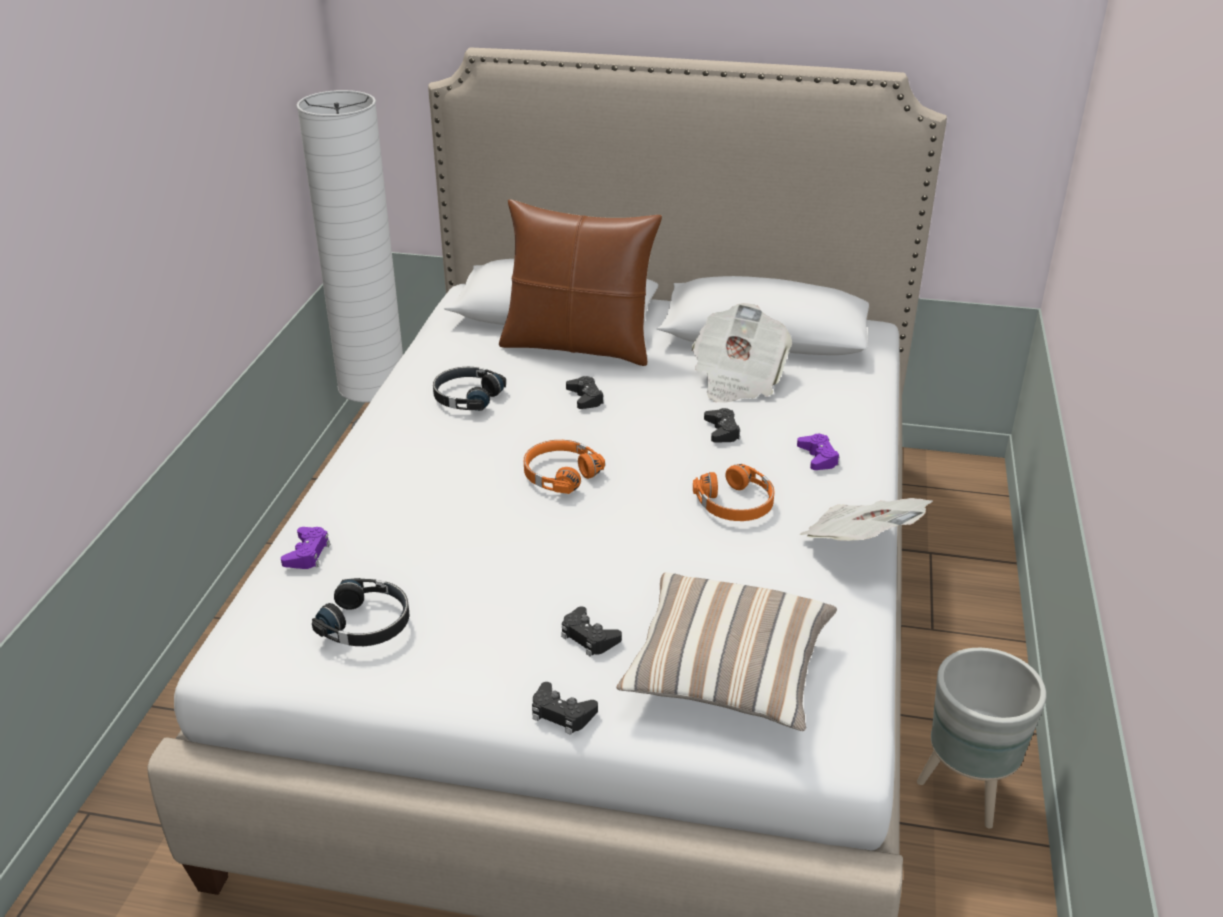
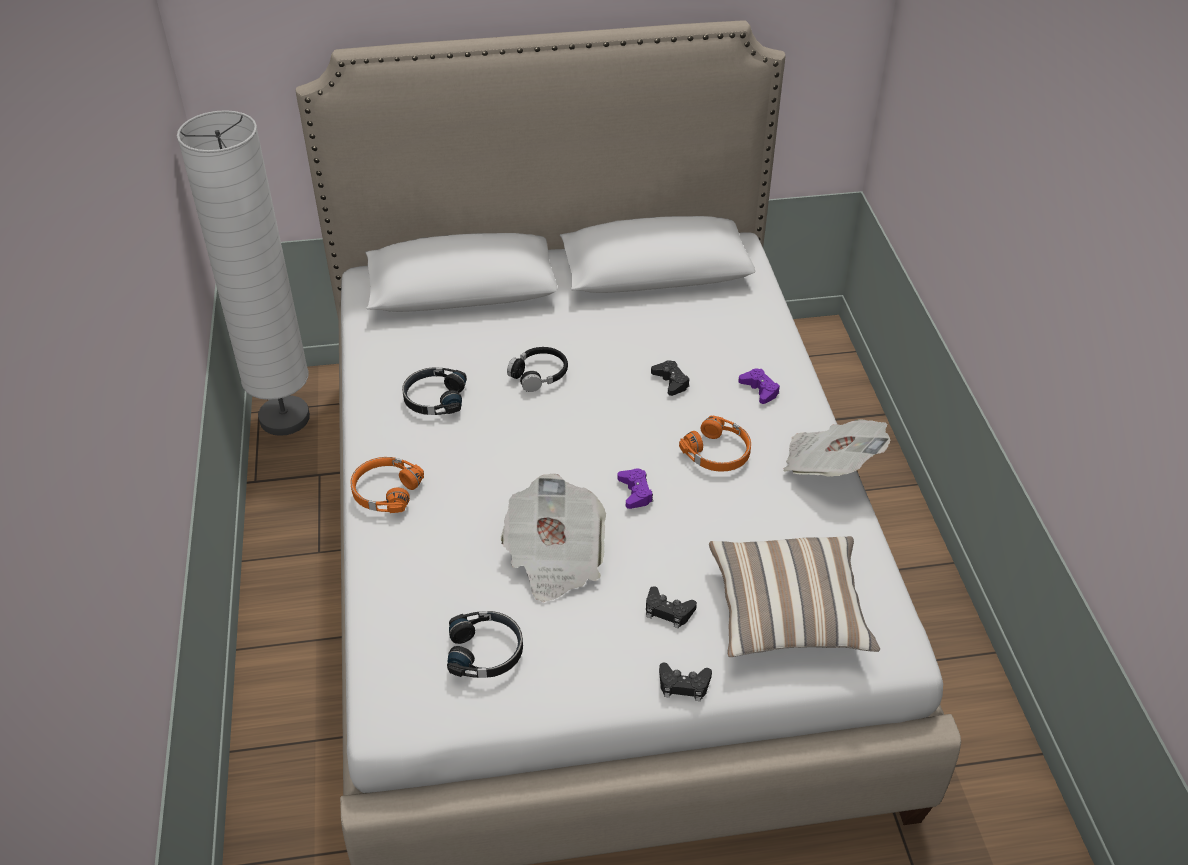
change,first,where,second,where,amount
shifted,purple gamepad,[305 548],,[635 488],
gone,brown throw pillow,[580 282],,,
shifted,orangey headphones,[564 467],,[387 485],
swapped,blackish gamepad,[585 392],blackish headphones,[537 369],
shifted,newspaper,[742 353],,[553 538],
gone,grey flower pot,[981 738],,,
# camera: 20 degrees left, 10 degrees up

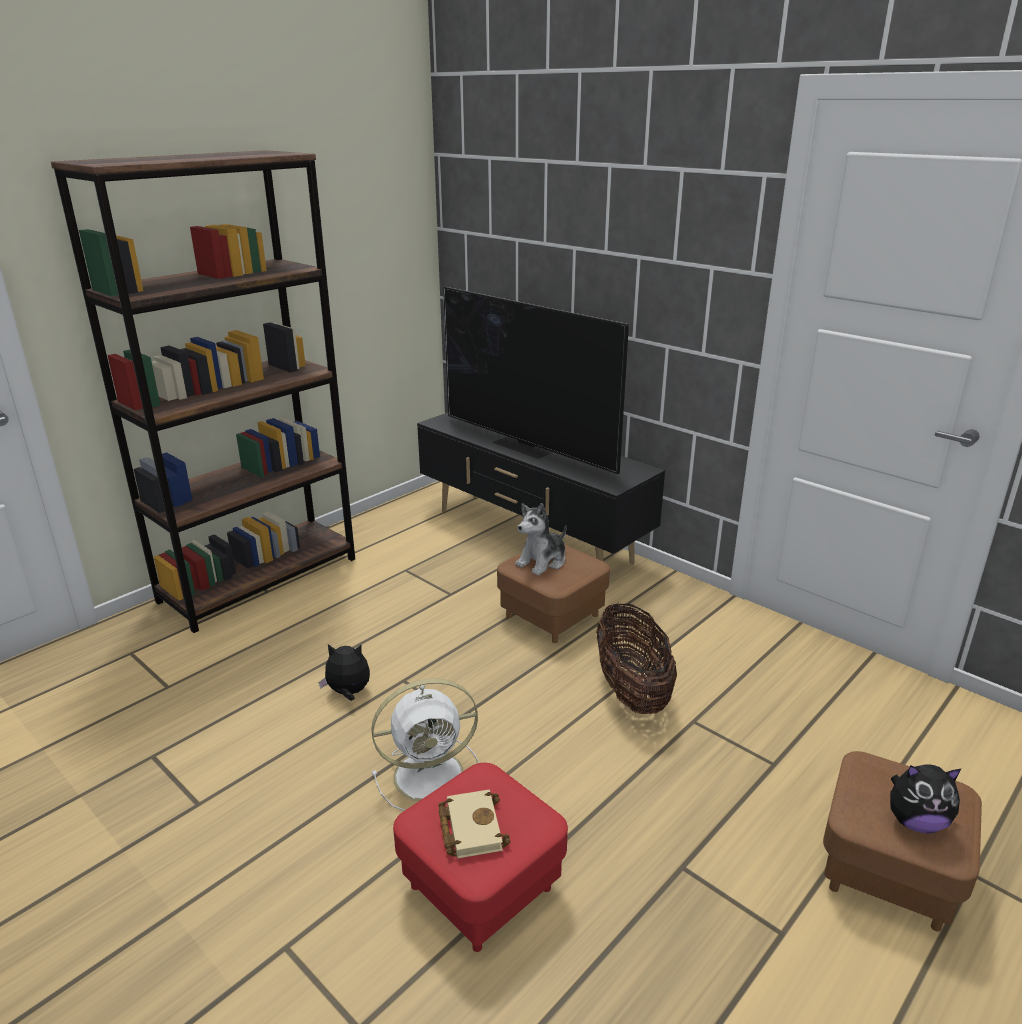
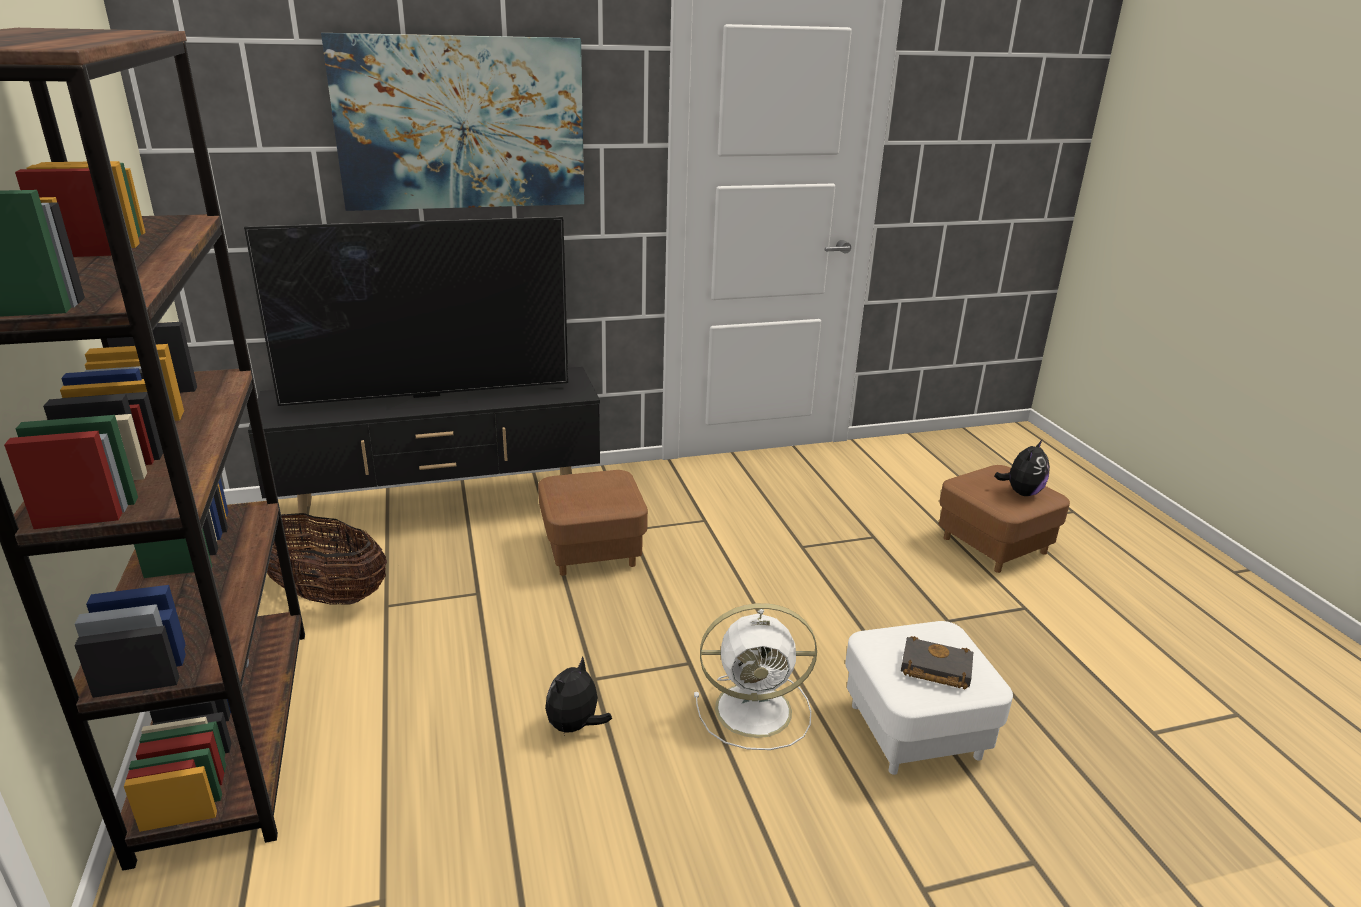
change,first,where,second,where,amount
rotated,white-coloured cooling fan,[425 745],,[755 676],75 degrees clockwise
repainted,red-coloured pouffe,[480 857],white-coloured pouffe,[929 698],
repainted,beige volume,[474 824],blackish volume,[937 662],
gone,plush toy,[540 539],,,
shifted,household basket,[636 658],,[327 559],
new,,,wall art,[452 122],
# camera: 60 degrees left, 0 degrees up

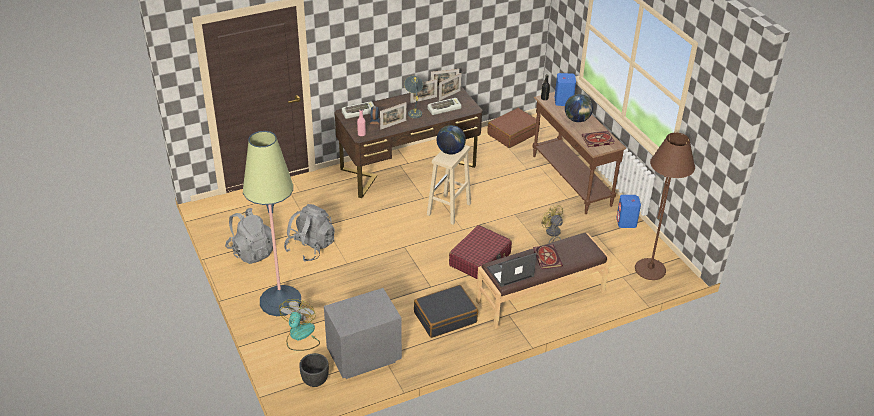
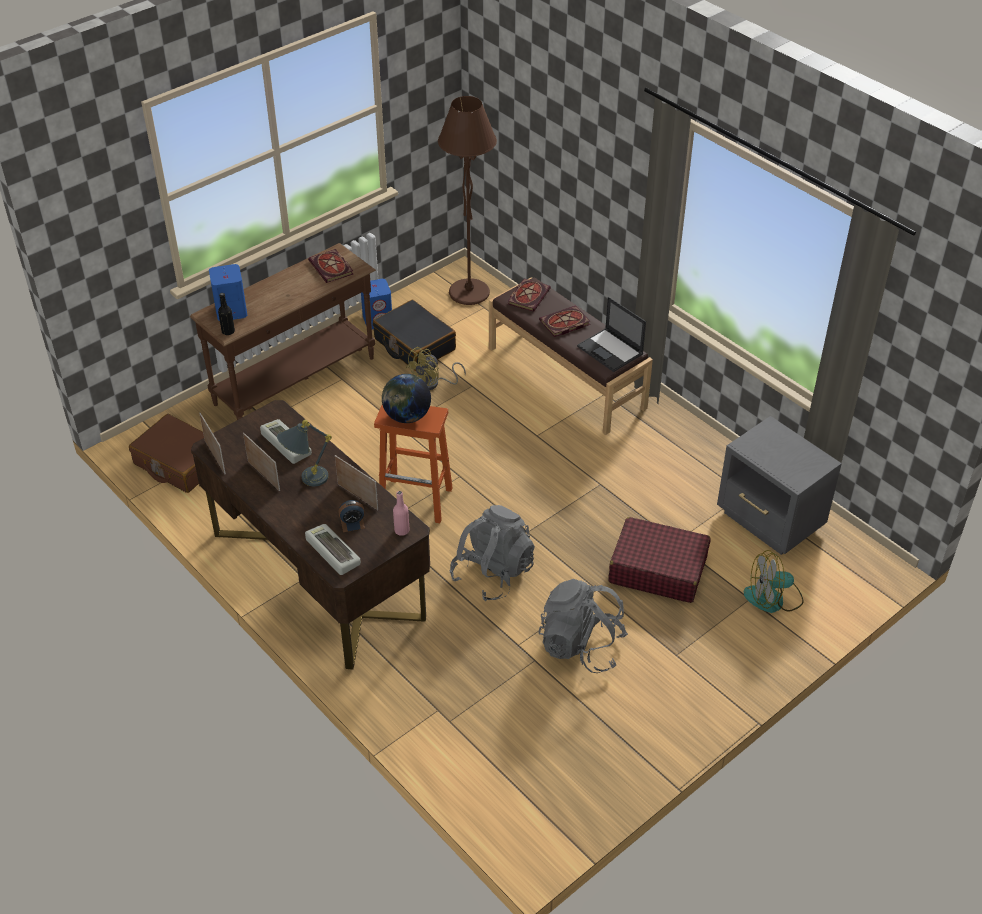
change,first,where,second,where,amount
shifted,grey backpack,[249 236],,[492 553],
gone,standard lamp,[272 223],,,
gone,blackish flower pot,[314 370],,,
shifted,blackish travel case,[446 311],,[414 335],
repainted,beige stool,[449 185],orangey stool,[413 464],
gone,photo frame,[450 87],,,
shifted,red-coloured travel case,[480 253],,[659 560],
gone,world globe,[579 108],,,
new,,,volume,[529 295],
# camera: 105 degrees left, 5 degrees up

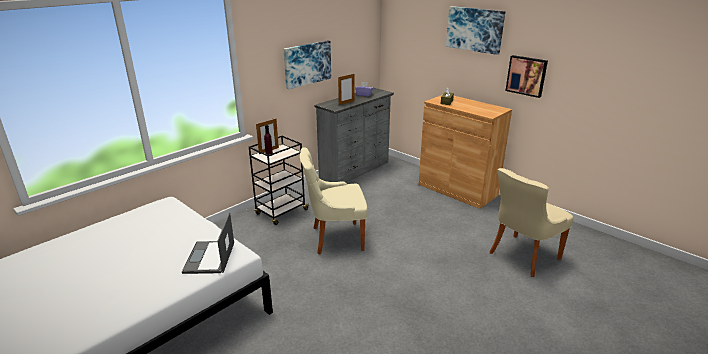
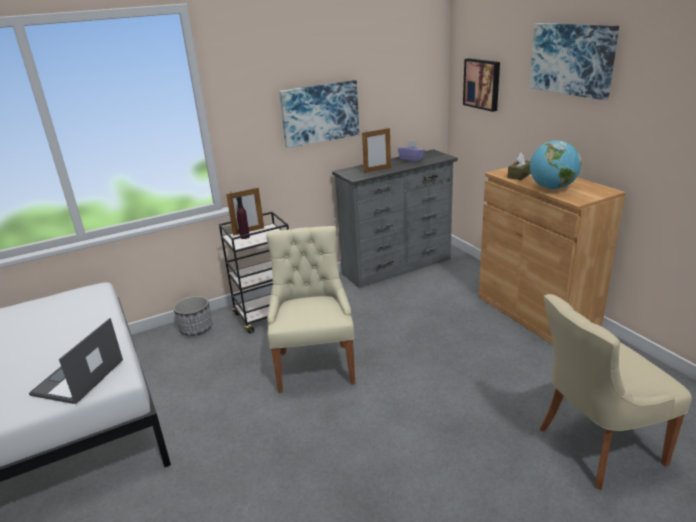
change,first,where,second,where,amount
rotated,beige chair,[334 201],,[310 309],75 degrees clockwise
shifted,wall art,[526 76],,[481 85],
new,,,flower pot,[192 316],
new,,,world globe,[555 165],
# camera: 20 degrees right, 0 degrees up

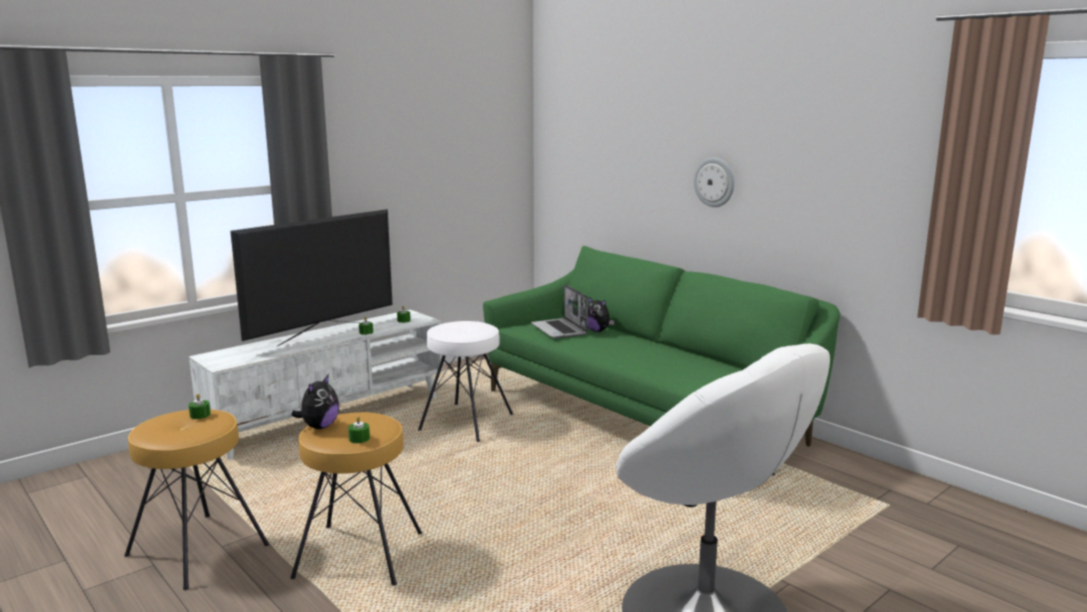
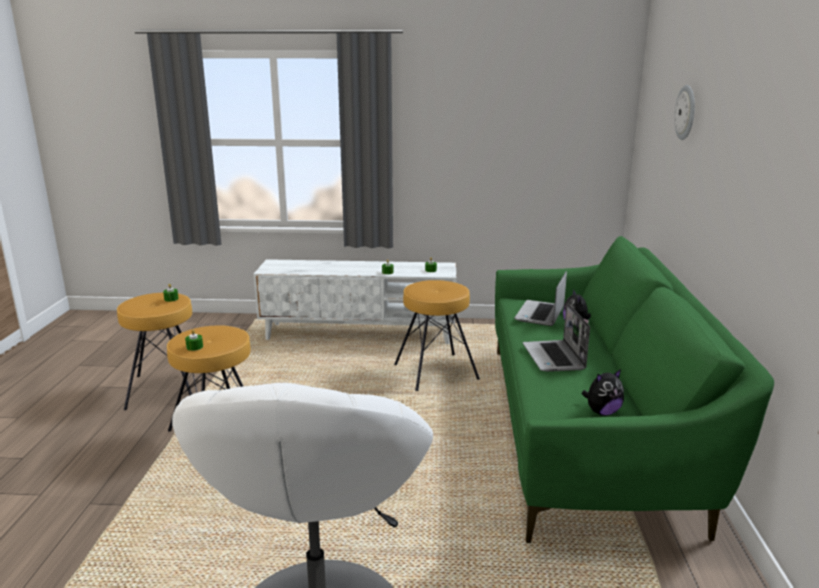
change,first,where,second,where,amount
gone,TV set,[311 278],,,
shifted,plush toy,[315 401],,[603 392],
repainted,white-coloured stool,[465 381],brown stool,[437 335],
shifted,wall clock,[714 182],,[684 112],
new,,,notebook computer,[556 337],
# camera: 45 degrees right, 5 degrees up

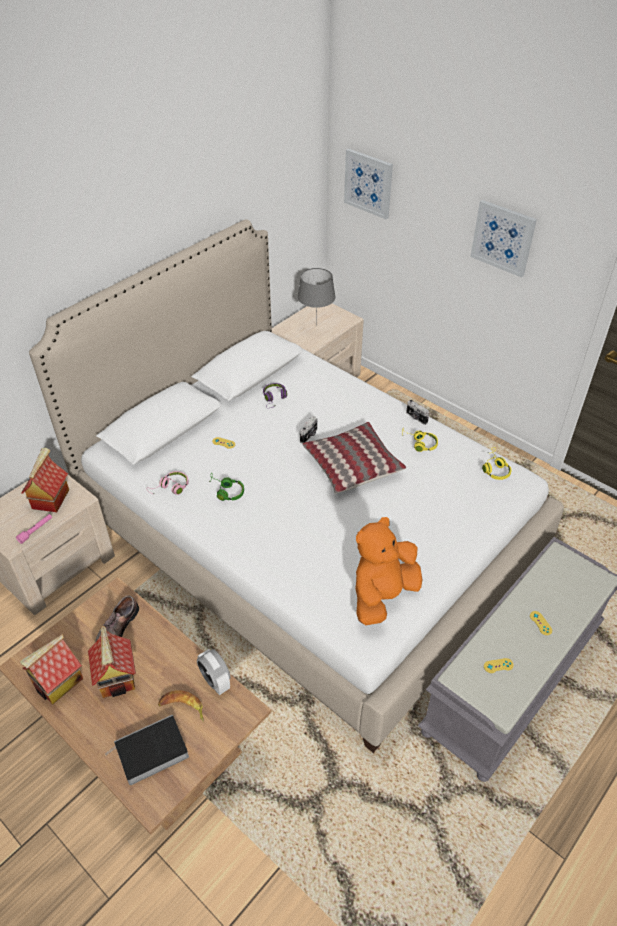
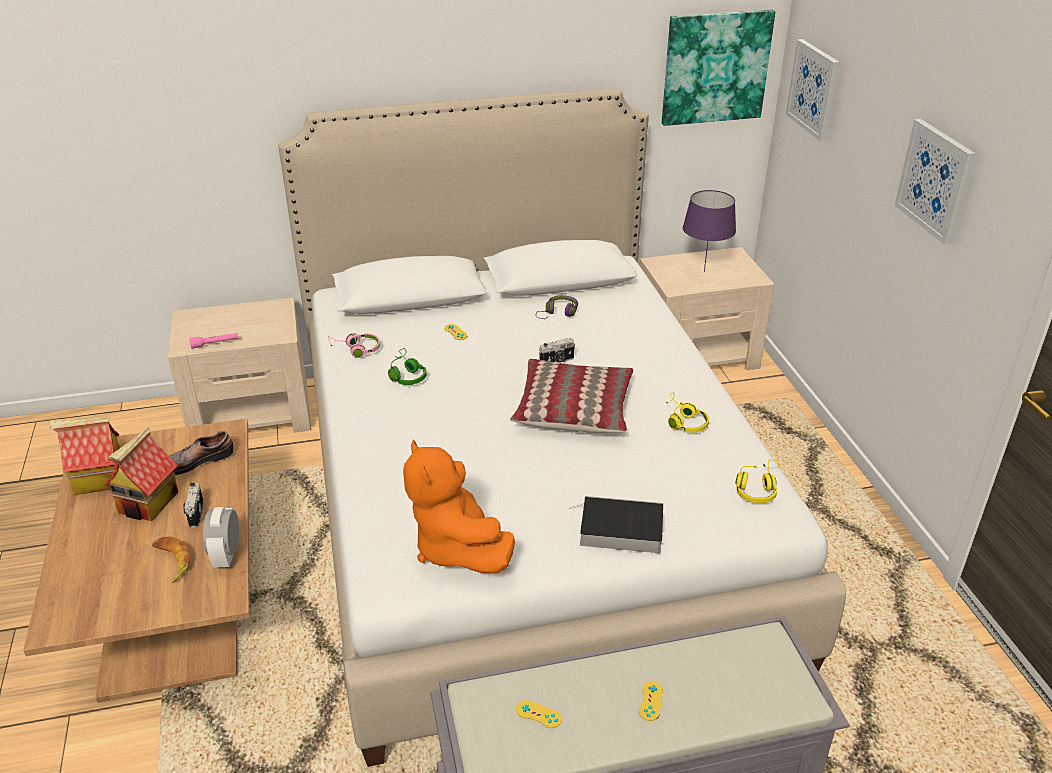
change,first,where,second,where,amount
gone,toy house,[45 479],,,
shifted,volume,[147 750],,[616 524],
repainted,grey tabletop lamp,[316 297],purple tabletop lamp,[709 231],
rotated,orangey plush toy,[389 571],,[459 506],105 degrees counterclockwise
shifted,still camera,[417 412],,[193 505],
new,,,wall art,[718 68],
# camera: 35 degrees right, 10 degrees down

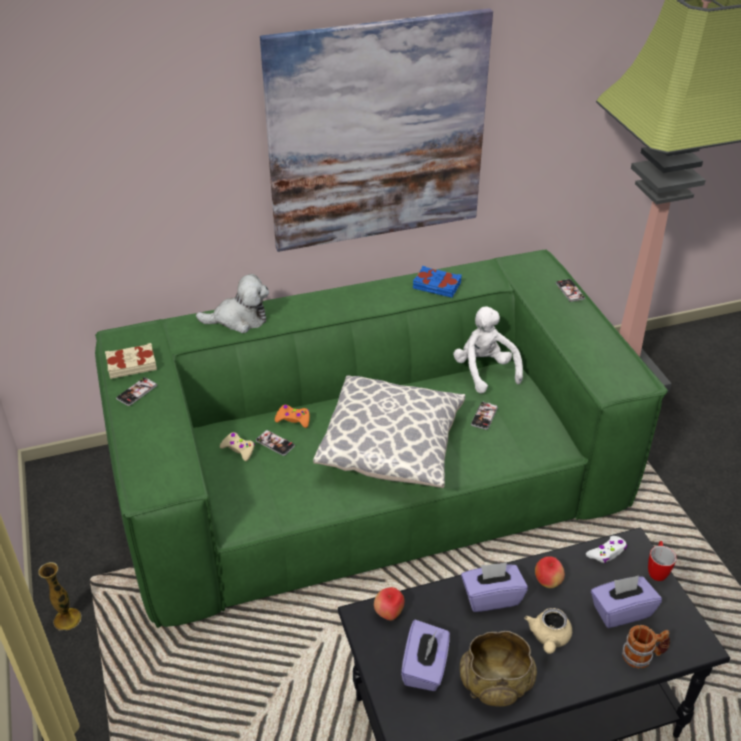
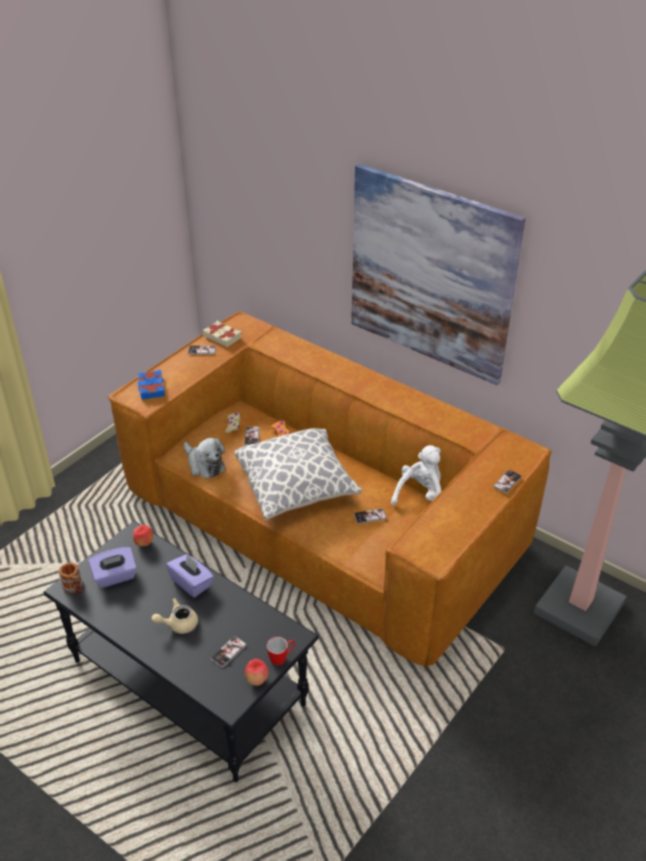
change,first,where,second,where,amount
gone,flower vase,[59 596],,,
repainted,greenish settee,[381 438],brown settee,[330 489],
shifted,plush toy,[232 303],,[204 458],
shifted,blue-coloured volume,[437 282],,[151 384],
gone,beige deep dish,[498 669],,,
shifted,whole apple,[550 572],,[257 672],
gone,white-coloured gamepad,[606 549],,,
swapped,purple box of tissues,[626 601],handset,[228 651],
shifted,mug,[646 646],,[71 579],
# camera: 55 degrees right, 0 degrees up

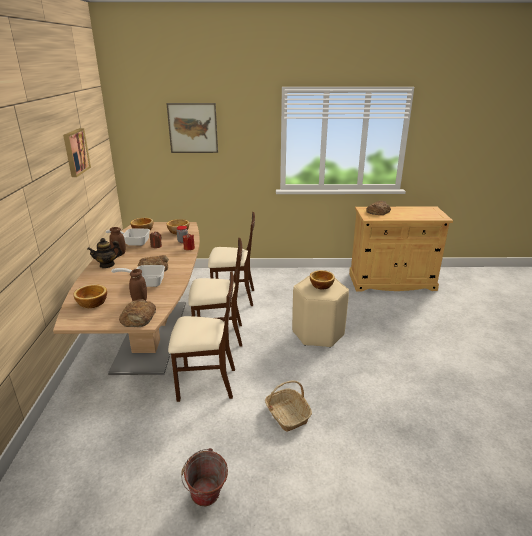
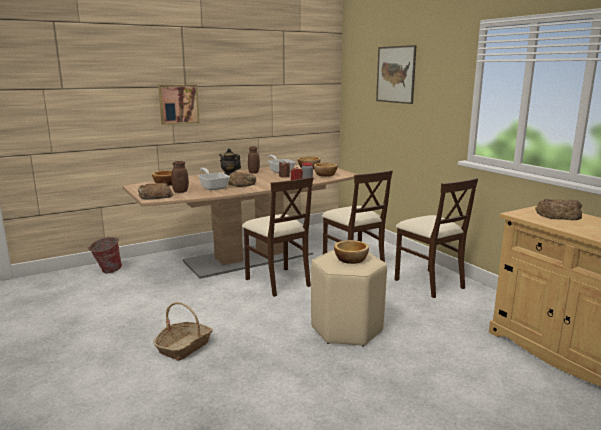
change,first,where,second,where,amount
shifted,wall art,[77 152],,[179 105],
shifted,beige chair,[201 336],,[436 238],
shifted,bucket,[204 477],,[104 255],
# camera: 60 degrees right, 10 degrees down

